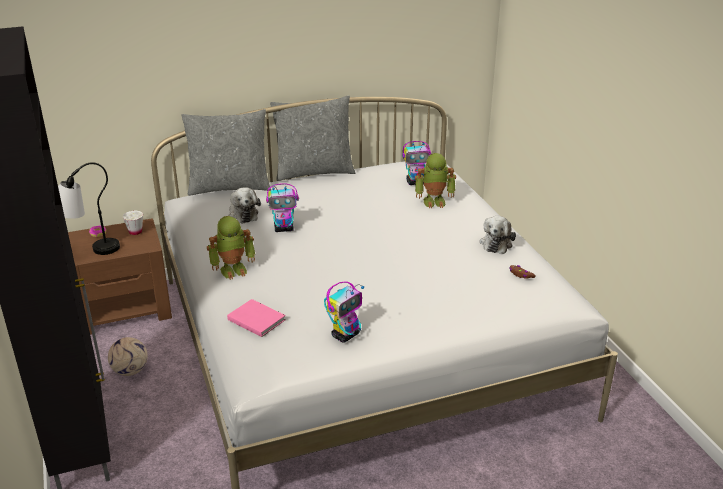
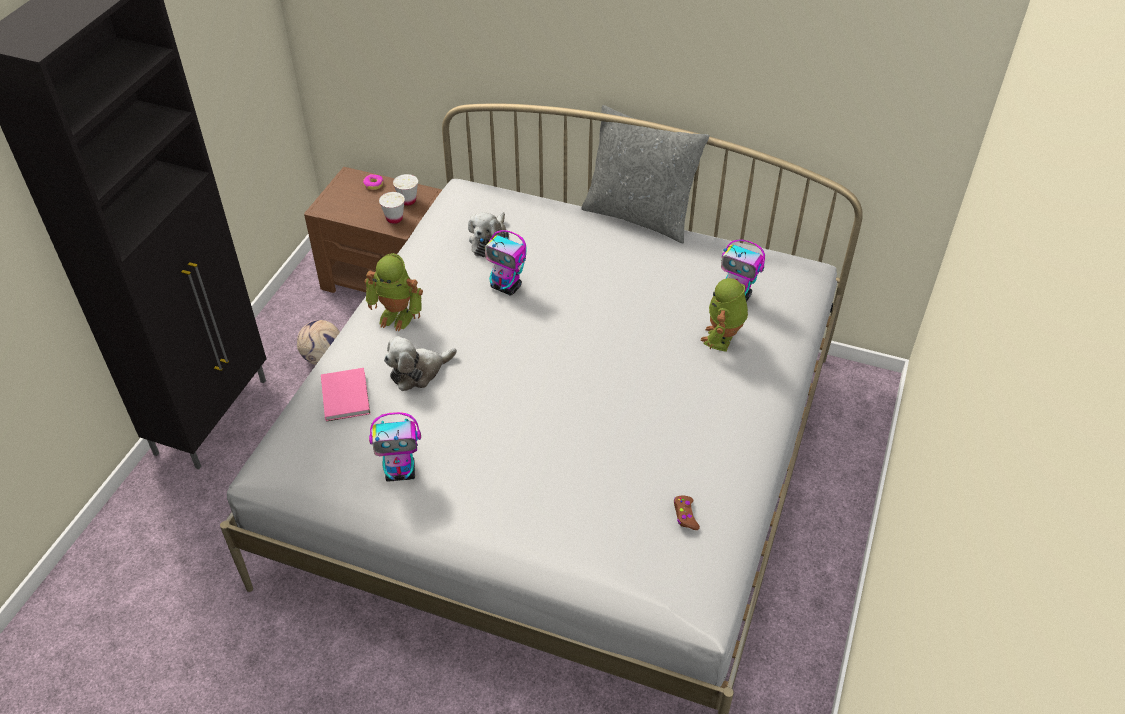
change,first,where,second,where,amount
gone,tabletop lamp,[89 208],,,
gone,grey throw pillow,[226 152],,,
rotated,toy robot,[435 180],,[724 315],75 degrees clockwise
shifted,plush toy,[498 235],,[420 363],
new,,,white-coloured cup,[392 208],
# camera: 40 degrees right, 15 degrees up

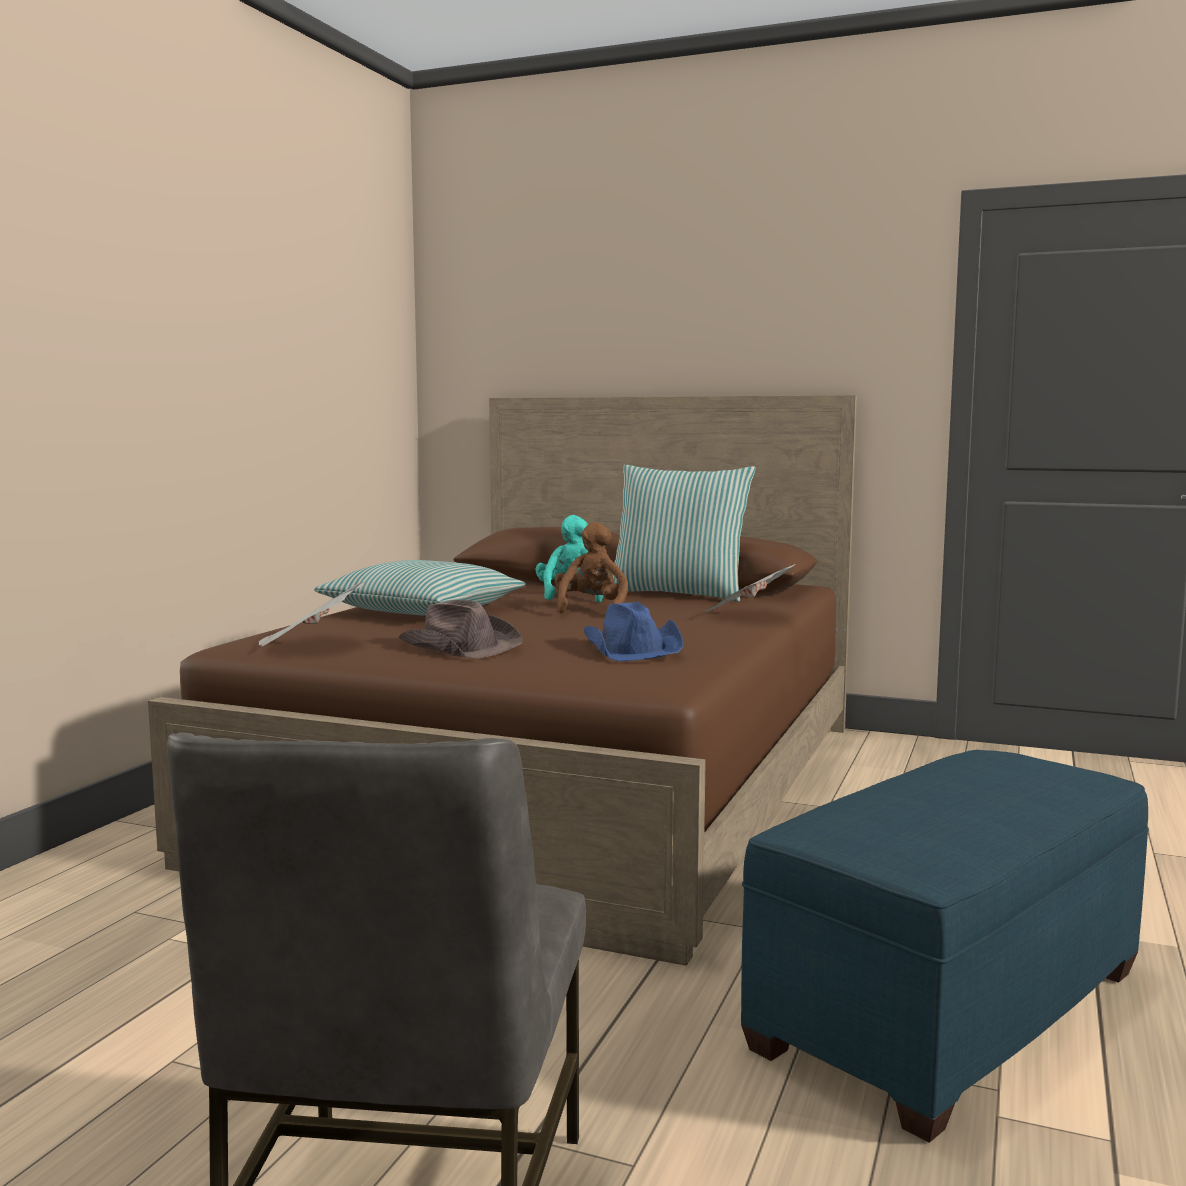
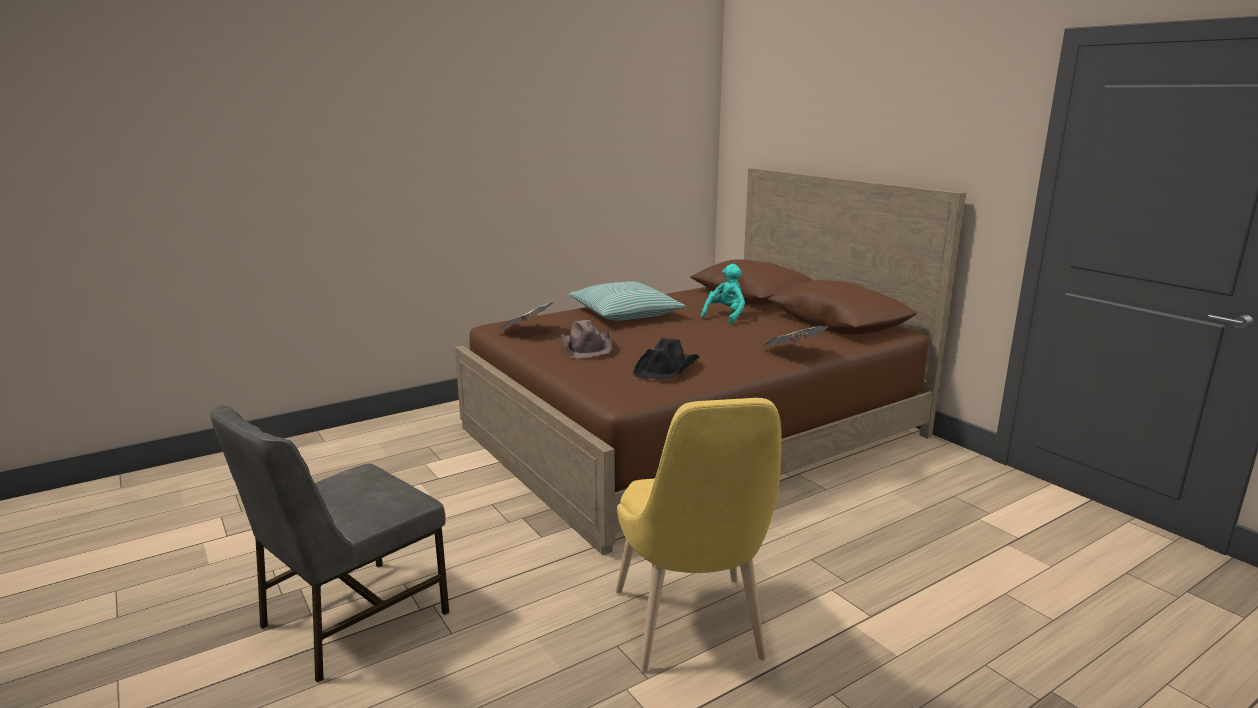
change,first,where,second,where,amount
gone,brown plush toy,[591 567],,,
repainted,blue-coloured hat,[634 632],blackish hat,[666 358],
gone,throw pillow,[684 533],,,
swapped,blue-coloured pouffe,[945 946],yellow-coloured chair,[698 535],
# camera: 35 degrees right, 10 degrees up

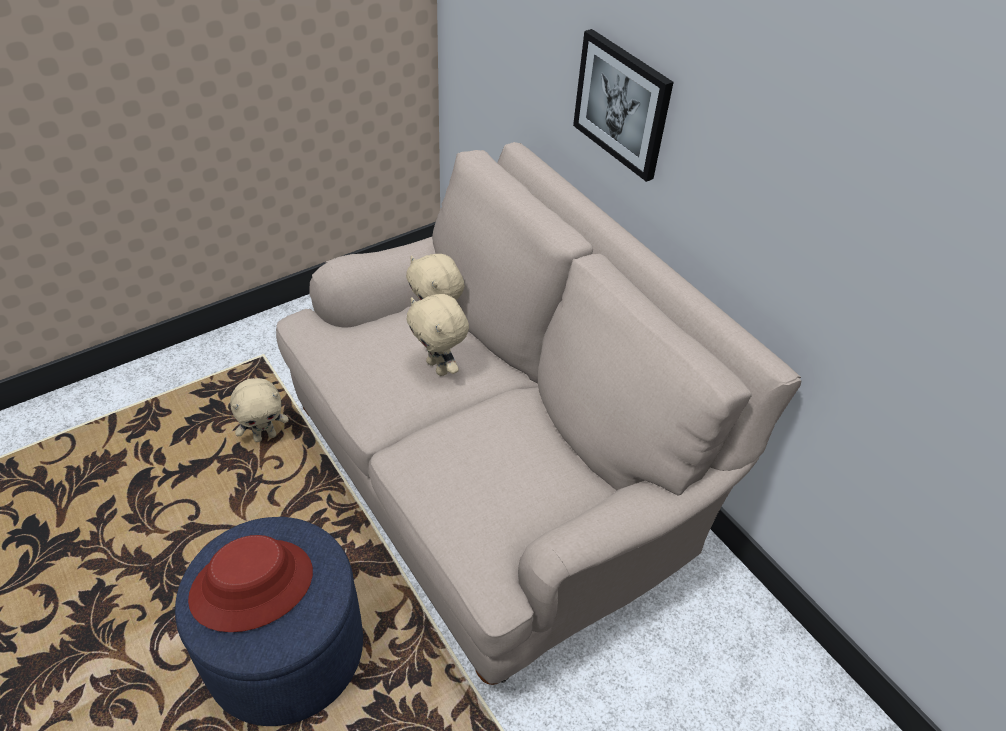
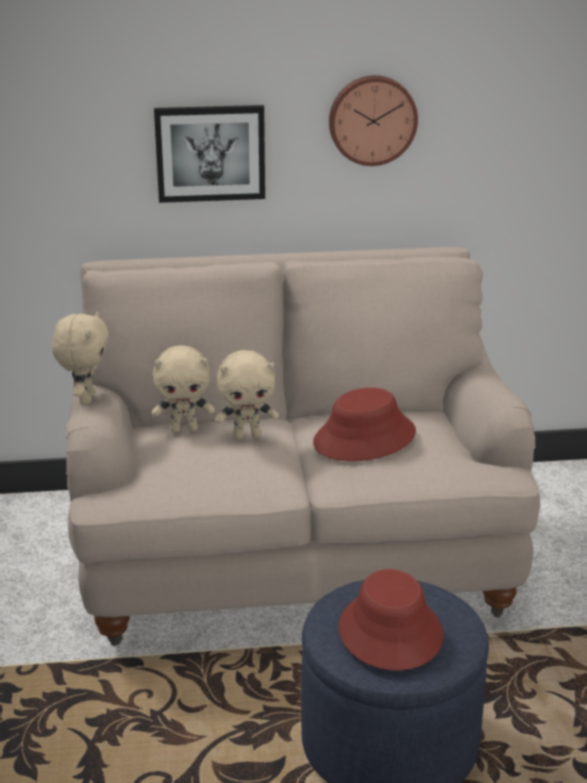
change,first,where,second,where,amount
shifted,beige plush toy,[259 410],,[80 358],
new,,,red-coloured hat,[364 424],
new,,,wall clock,[373 120],
# camera: 60 degrees left, 20 degrees down

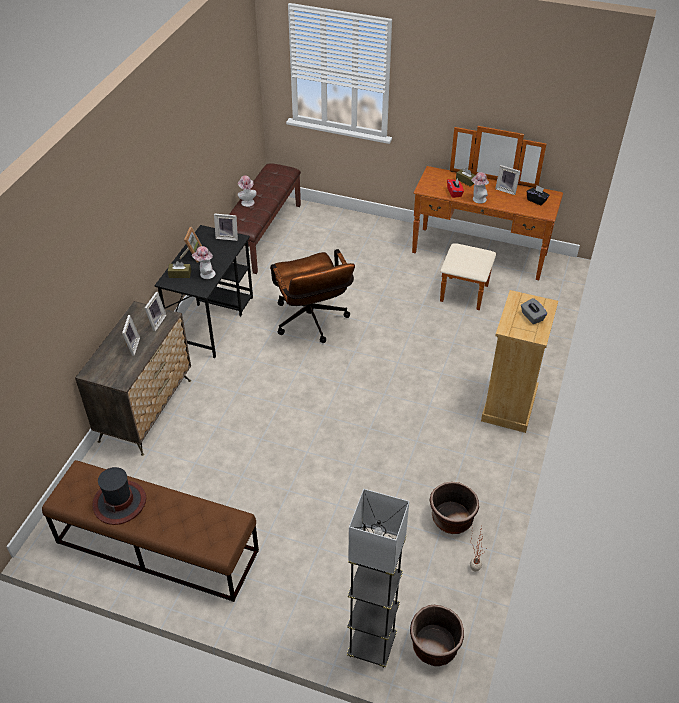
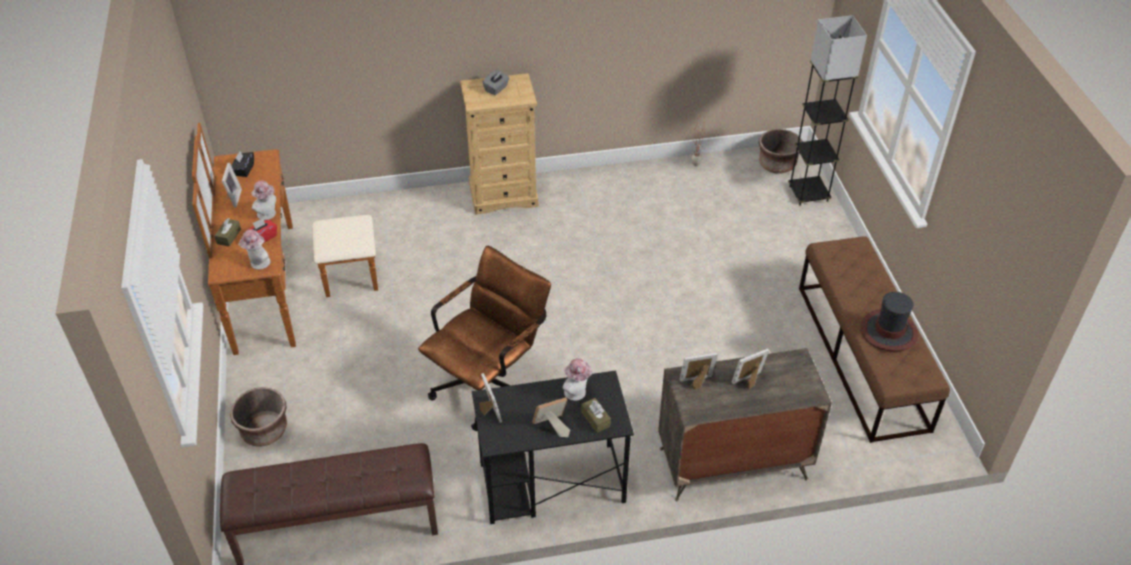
change,first,where,second,where,amount
shifted,hat,[247 191],,[254 250],
shifted,brown flower pot,[454 508],,[258 416],
# camera: 120 degrees left, 0 degrees up

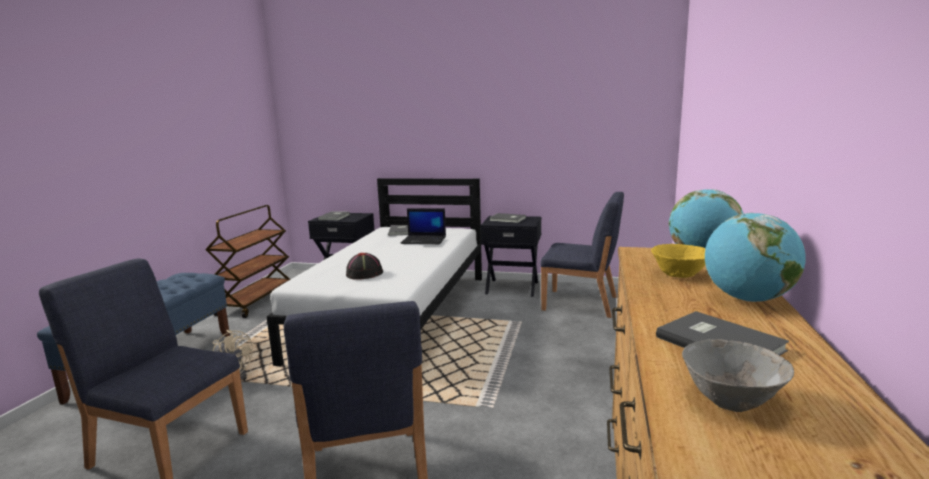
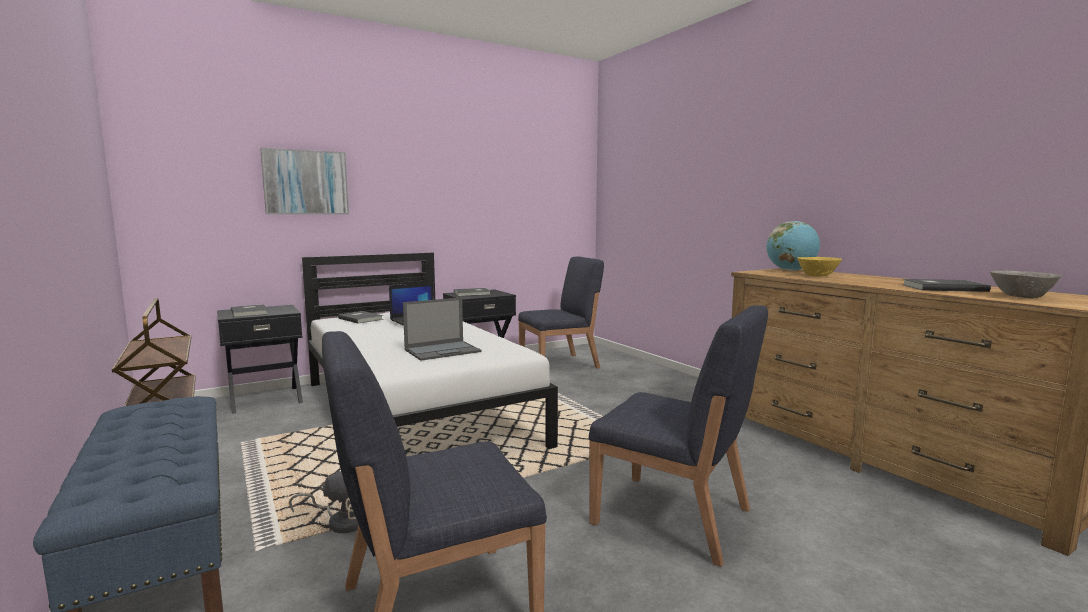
change,first,where,second,where,amount
swapped,blackish hat,[364 266],notebook computer,[442 329],
gone,world globe,[755 257],,,
new,,,wall art,[304 181],
# camera: 45 degrees left, 5 degrees down

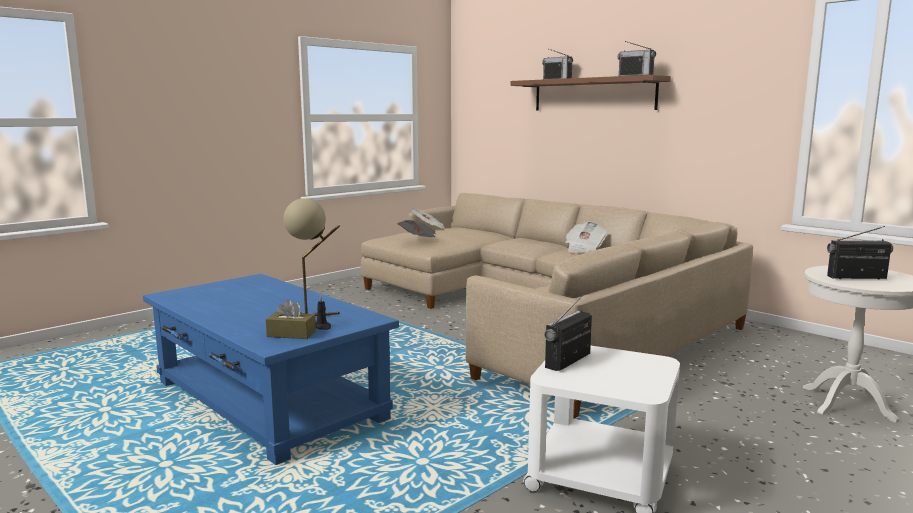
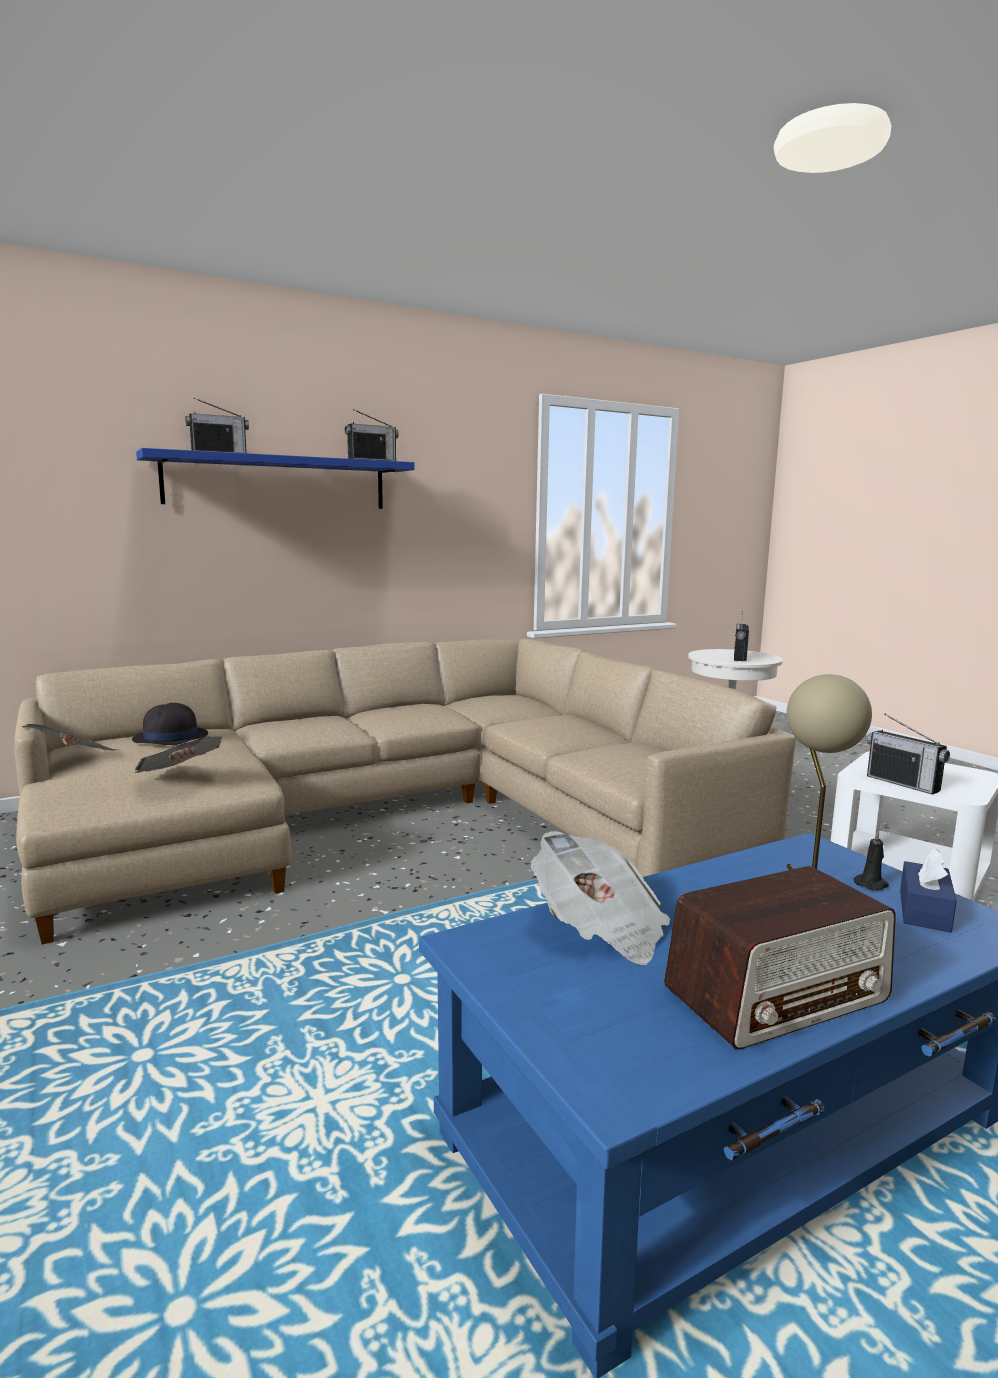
change,first,where,second,where,amount
repainted,brown box of tissues,[291 319],blue-coloured box of tissues,[928 891],
repainted,brown shelf,[591 92],blue-coloured shelf,[275 478],
shifted,newspaper,[586 237],,[601 898],
new,,,blackish hat,[170 724],
new,,,radio,[780 958],
# camera: 75 degrees left, 0 degrees up

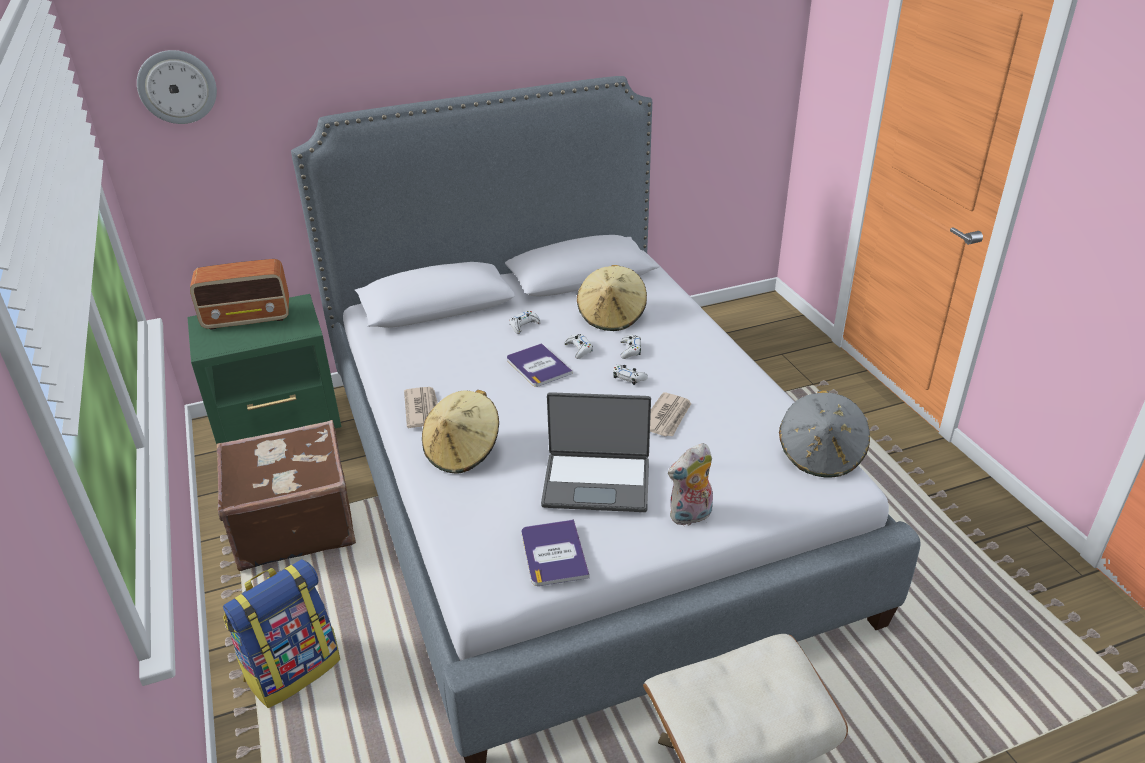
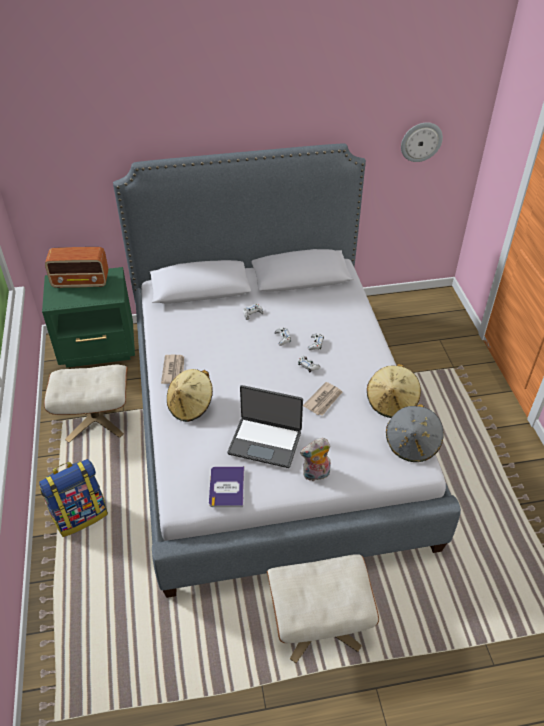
change,first,where,second,where,amount
shifted,wall clock,[177 87],,[422 142],
swapped,brown travel case,[286 495],beige pouffe,[86 404],
gone,volume,[540 365],,,
shifted,beige hat,[612 298],,[394 391],
# camera: 10 degrees right, 10 degrees up

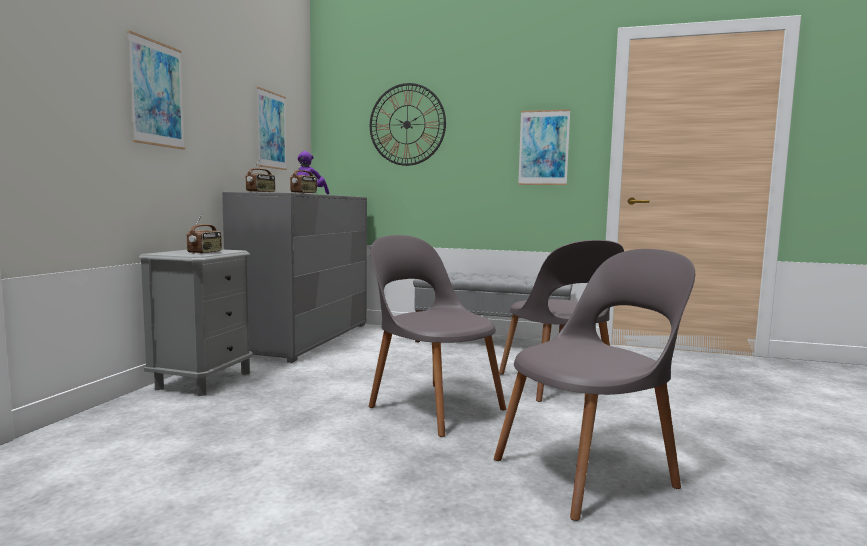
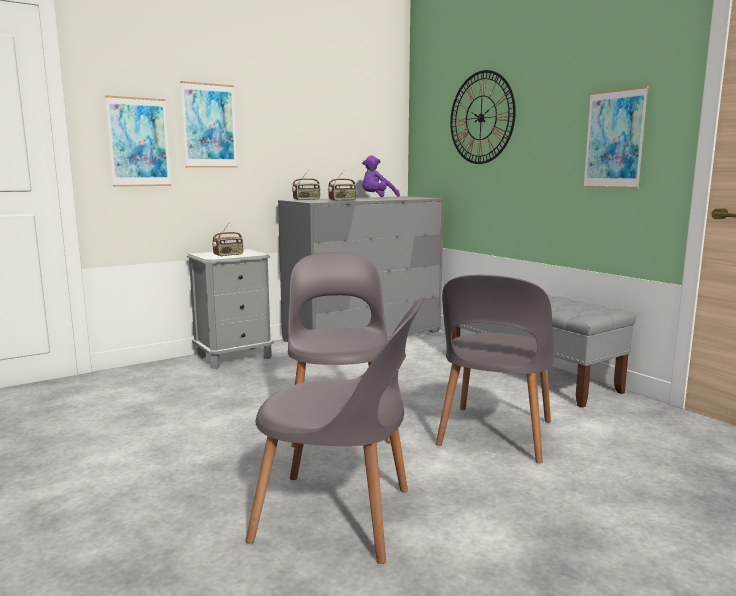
change,first,where,second,where,amount
shifted,wall art,[271 128],,[138 141],
# camera: 40 degrees right, 5 degrees up

